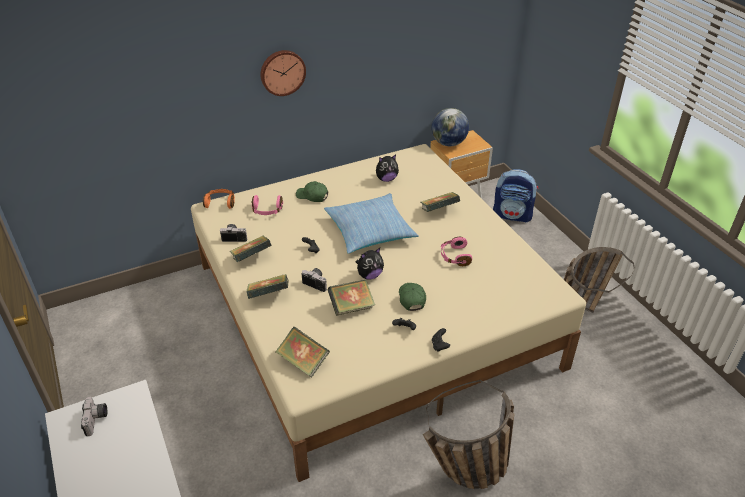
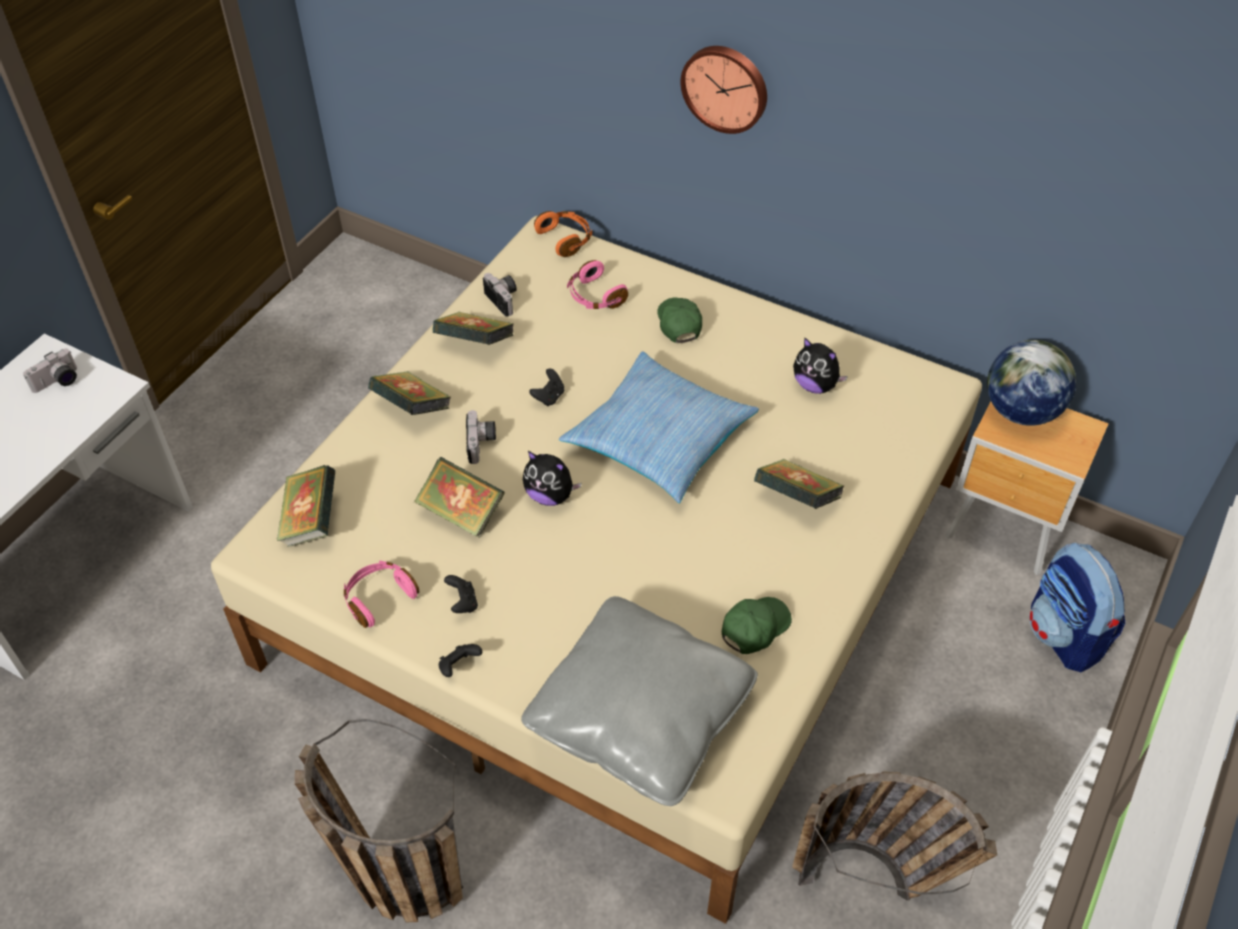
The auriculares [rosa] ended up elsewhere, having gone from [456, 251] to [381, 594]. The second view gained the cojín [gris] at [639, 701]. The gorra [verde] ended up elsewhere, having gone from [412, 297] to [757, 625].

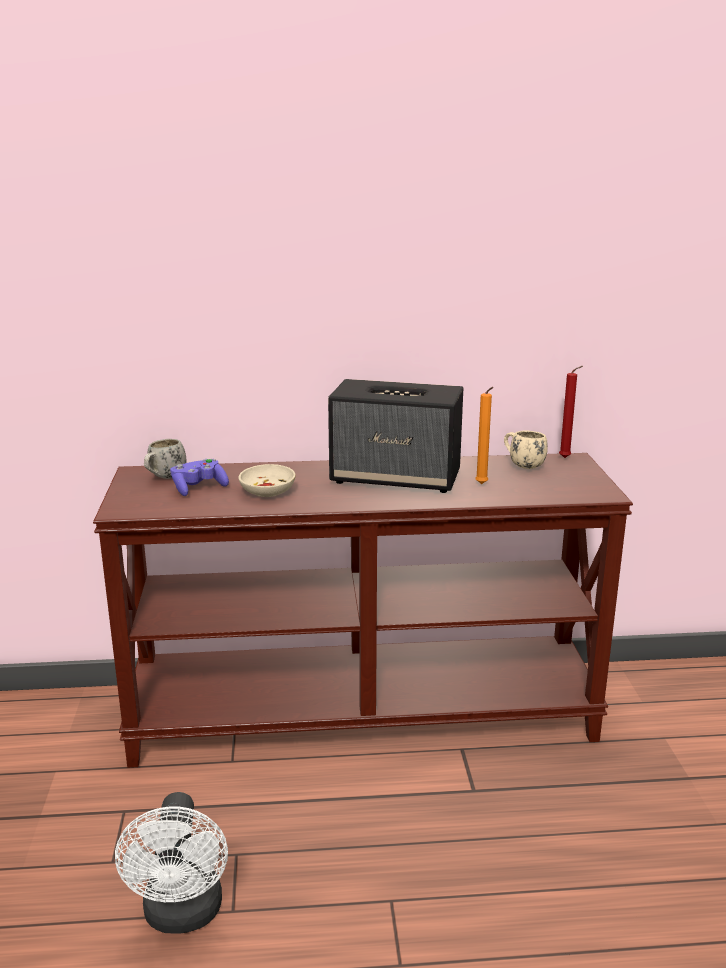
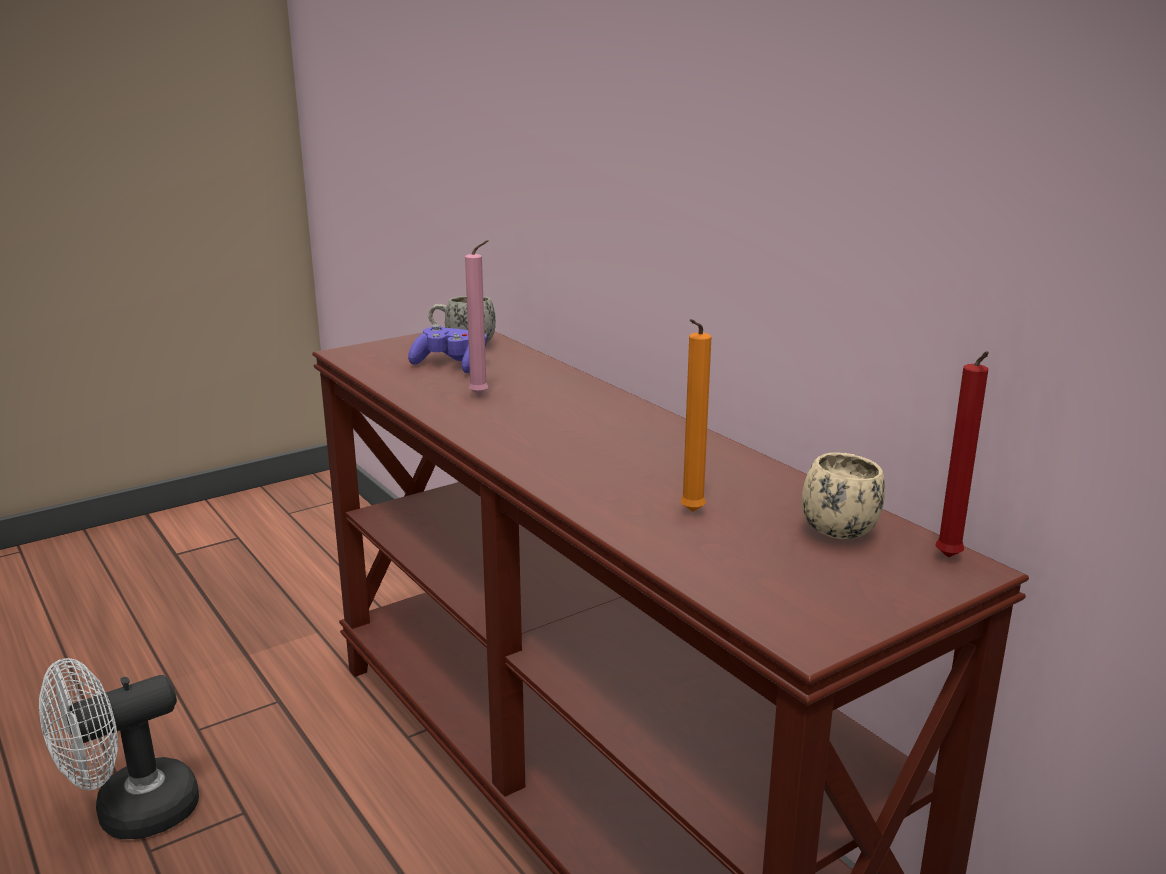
Where the cuenco [beis] stood at [267, 480], the vela [rosa] came to stand at [477, 317]. The second view lost the altavoz at [395, 436].

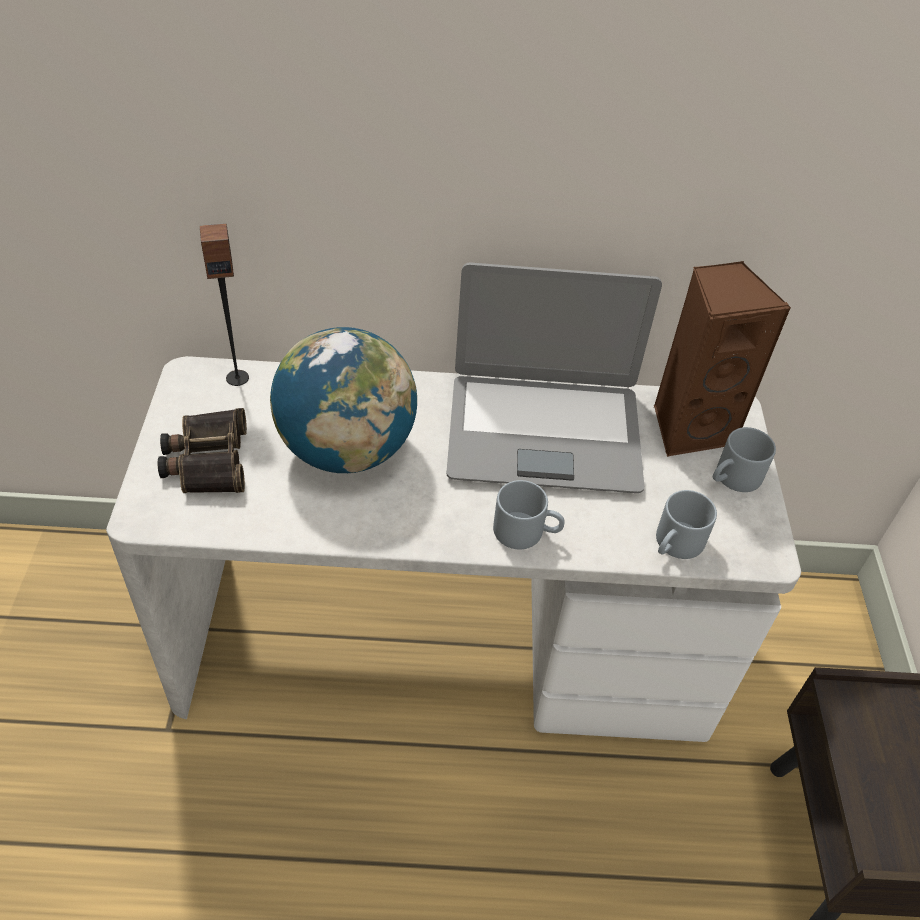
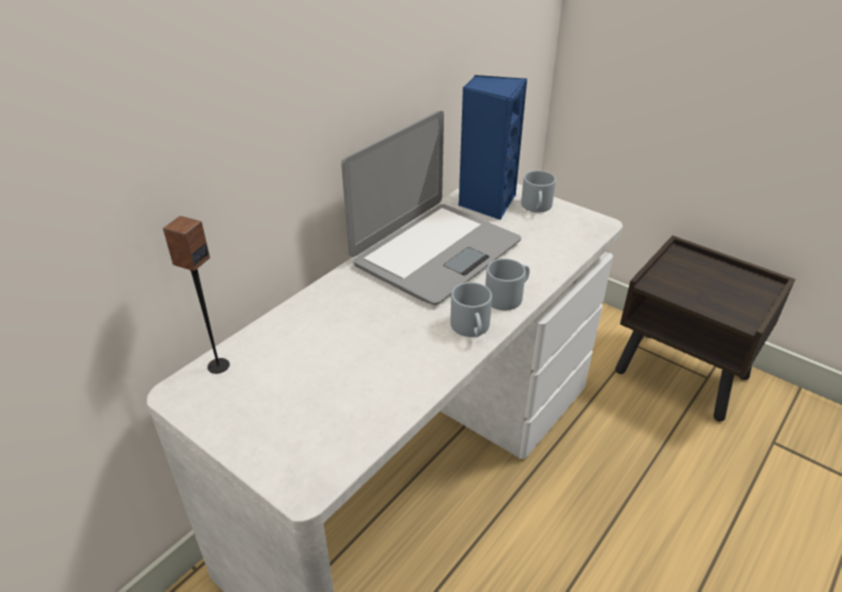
The taza grande [gris] ended up elsewhere, having gone from [686, 524] to [471, 309]. What was the altavoz [marrón] at [722, 359] turned into the altavoz [azul] at [492, 147]. The second view lost the prismáticos at [202, 450]. The second view lost the globo terráqueo at [343, 400].

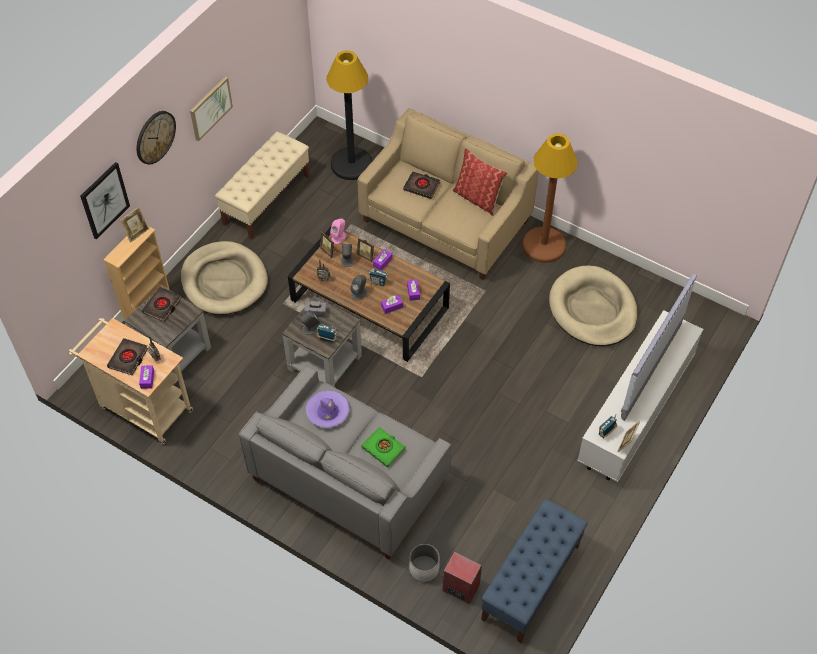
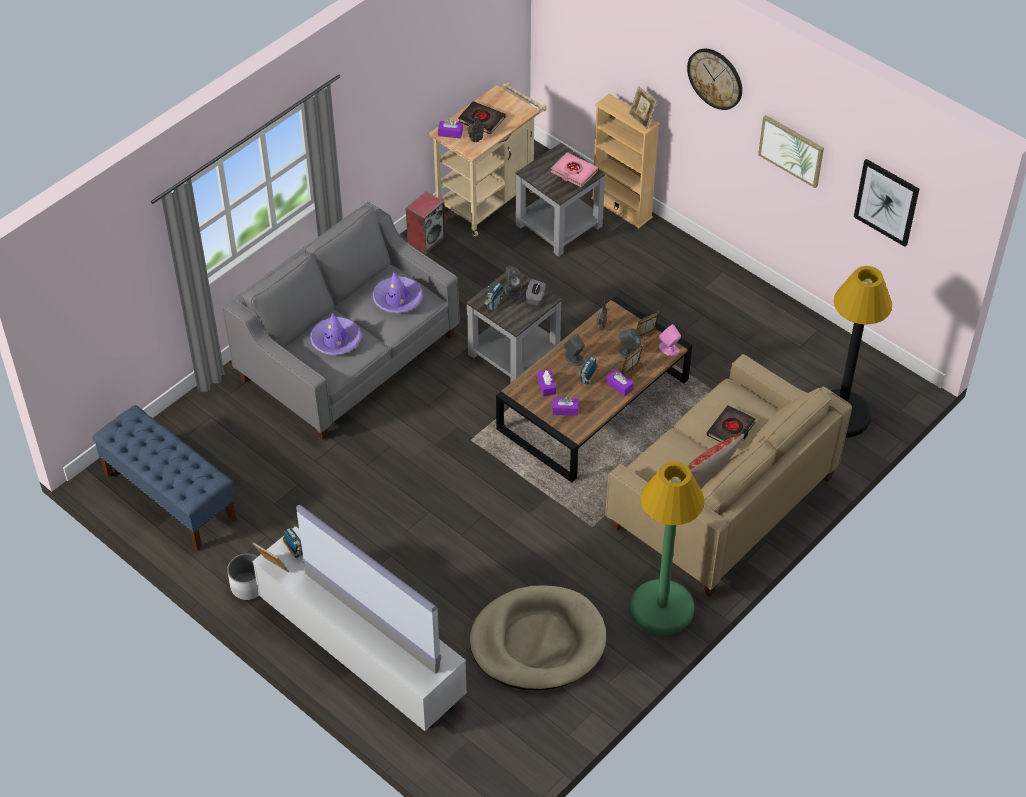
The maceta [blanco] ended up elsewhere, having gone from [424, 563] to [243, 577]. Where the libro [verde] stood at [383, 447], the sombrero [morado] came to stand at [336, 334]. The altavoz ended up elsewhere, having gone from [462, 578] to [426, 222]. What was the libro [negro] at [162, 304] turned into the libro [rosa] at [574, 169]. What was the lámpara de pie [marrón] at [550, 198] turned into the lámpara de pie [verde] at [667, 548]. The cuadro ended up elsewhere, having gone from [105, 201] to [886, 203]. The second view lost the cama para perro [beis] at [224, 278]. The second view lost the banco [beis] at [262, 185].

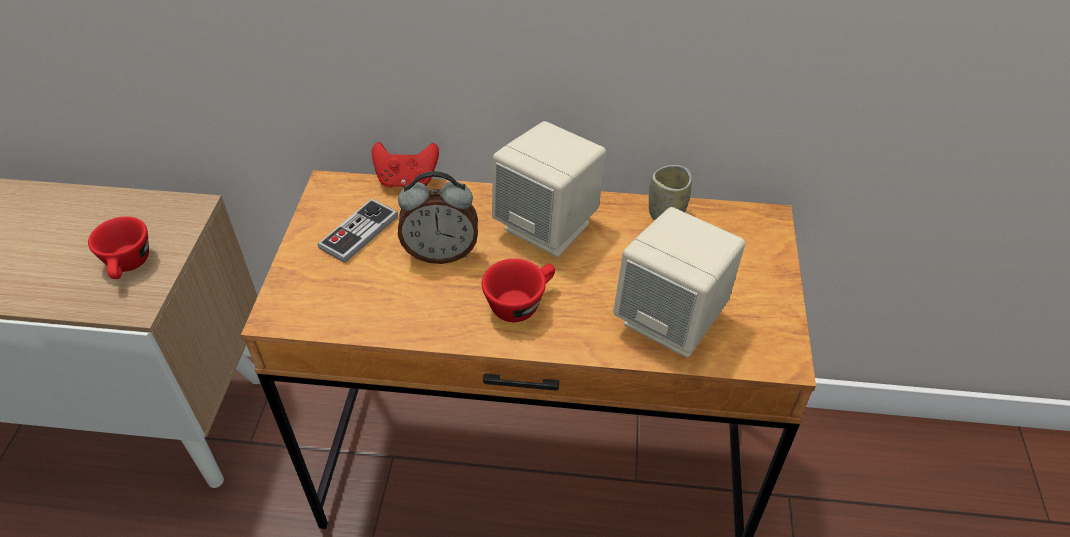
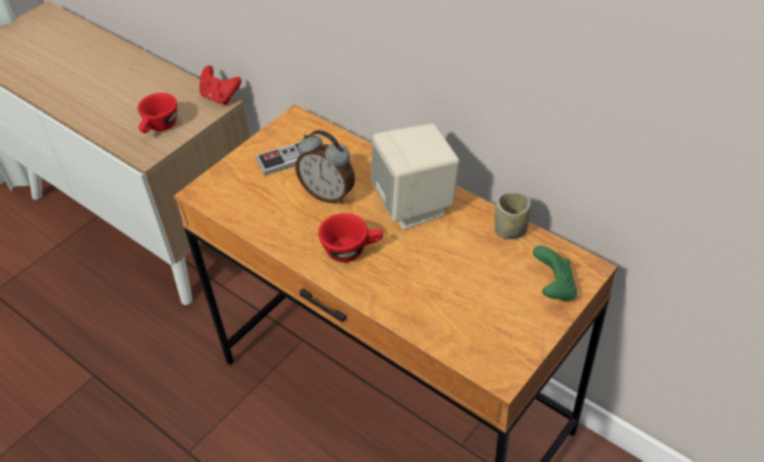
The mando de consola [rojo] ended up elsewhere, having gone from [405, 165] to [220, 85]. The second view gained the mando de consola [verde] at [555, 274]. The second view lost the altavoz [beis] at [679, 282].

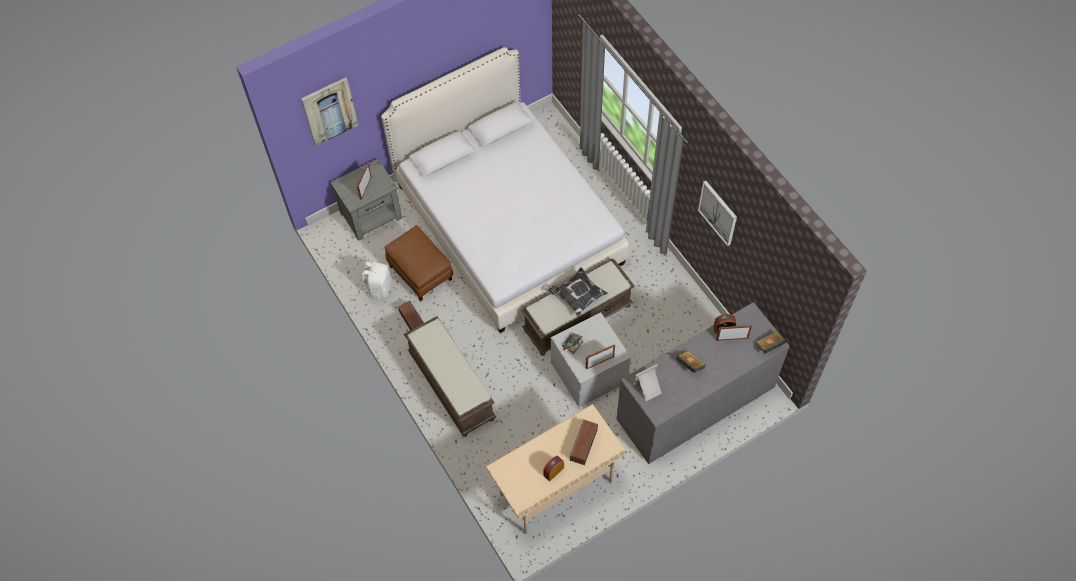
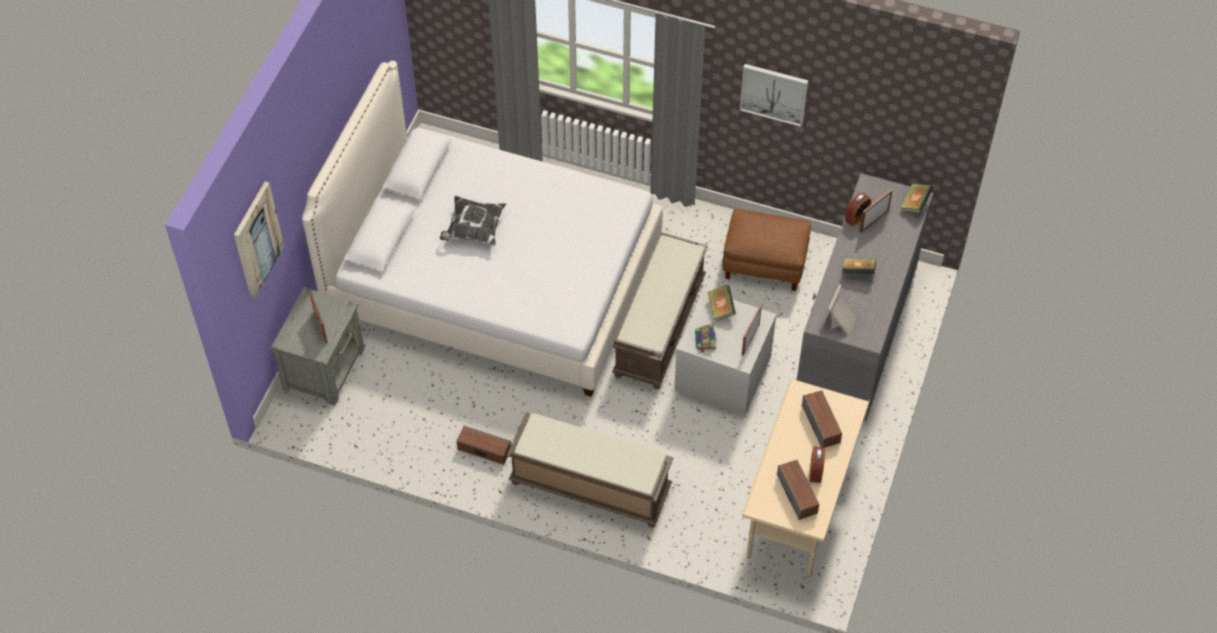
The cojín ended up elsewhere, having gone from [578, 292] to [473, 220]. The second view gained the libro at [722, 303]. The puf [marrón] ended up elsewhere, having gone from [418, 263] to [766, 249]. The second view gained the altavoz at [798, 490]. The second view lost the mochila [blanco] at [376, 281].

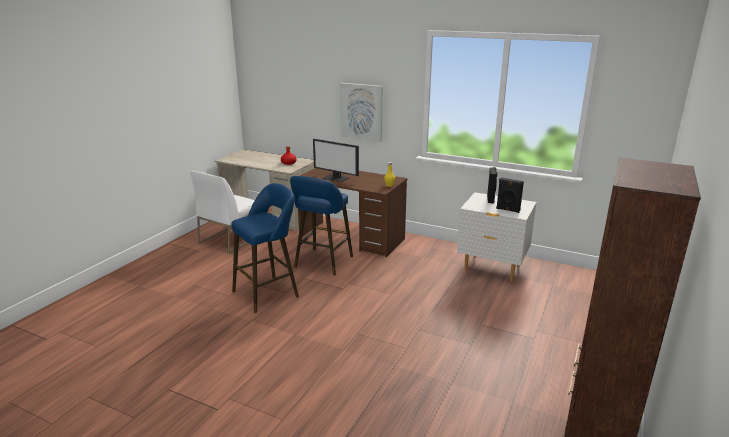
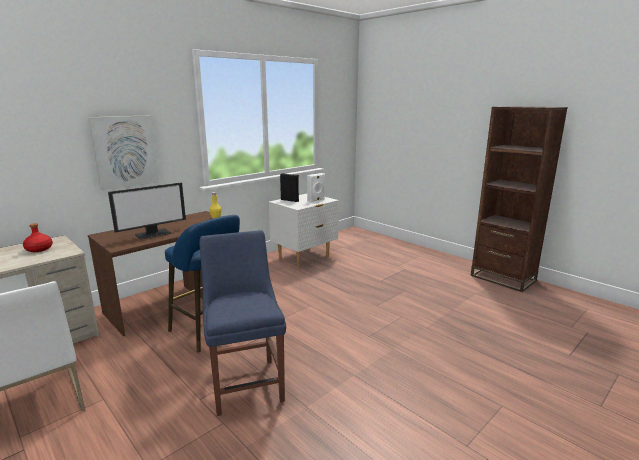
Where the taburete [azul] stood at [265, 248], the silla [azul] came to stand at [242, 323]. What was the altavoz [negro] at [510, 195] turned into the altavoz [blanco] at [316, 187].

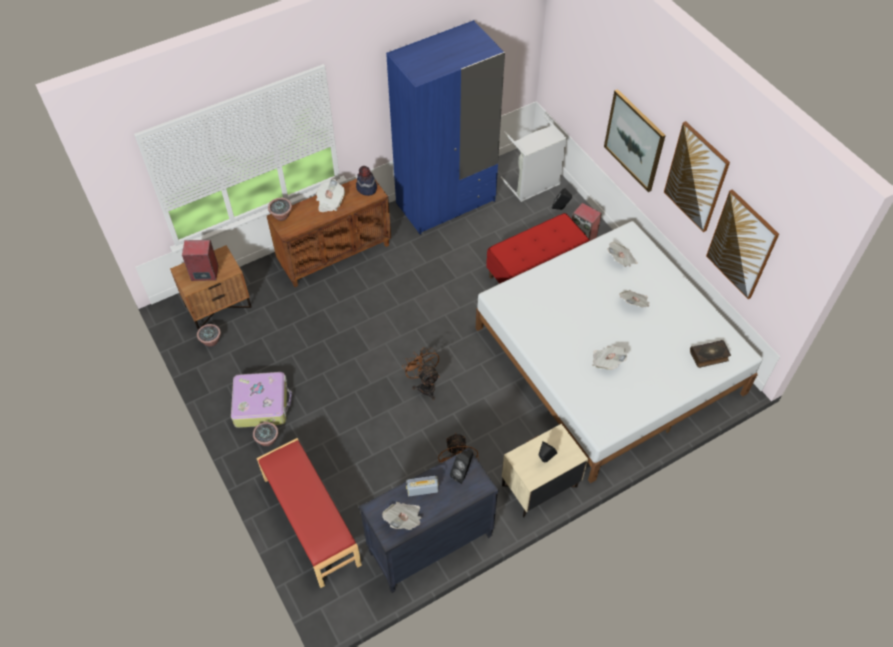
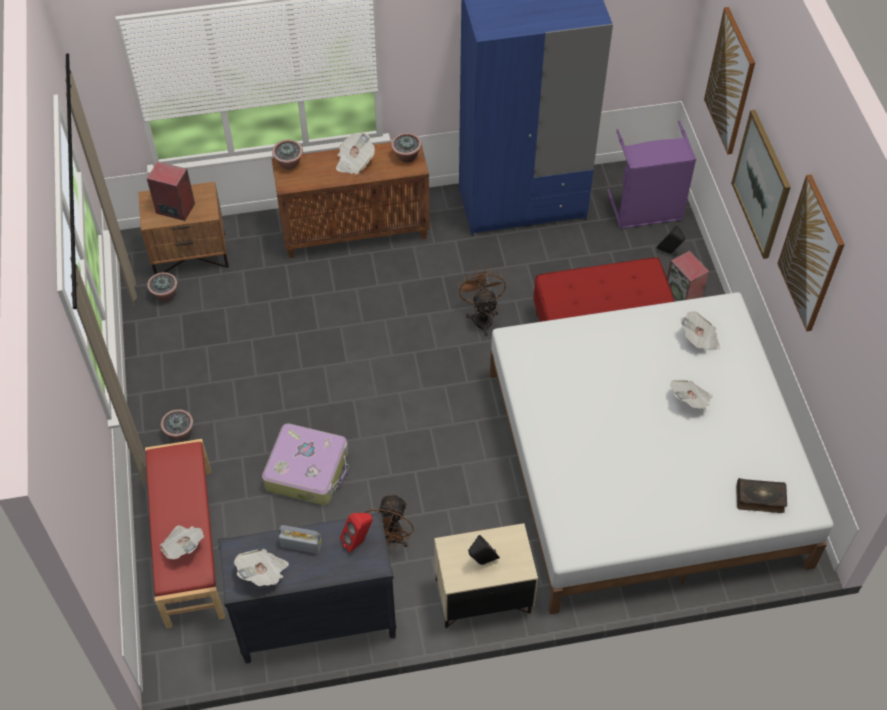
The periódico ended up elsewhere, having gone from [609, 358] to [181, 542]. The maleta ended up elsewhere, having gone from [261, 400] to [305, 464]. What was the altavoz [negro] at [461, 467] turned into the altavoz [rojo] at [356, 533]. Where the sombrero stood at [366, 181], the planta en maceta came to stand at [406, 148]. The ventilador [marrón] ended up elsewhere, having gone from [421, 373] to [482, 301]. What was the cesto de la ropa [gris] at [534, 158] turned into the cesto de la ropa [morado] at [651, 175]. The cuadro ended up elsewhere, having gone from [742, 244] to [729, 81].

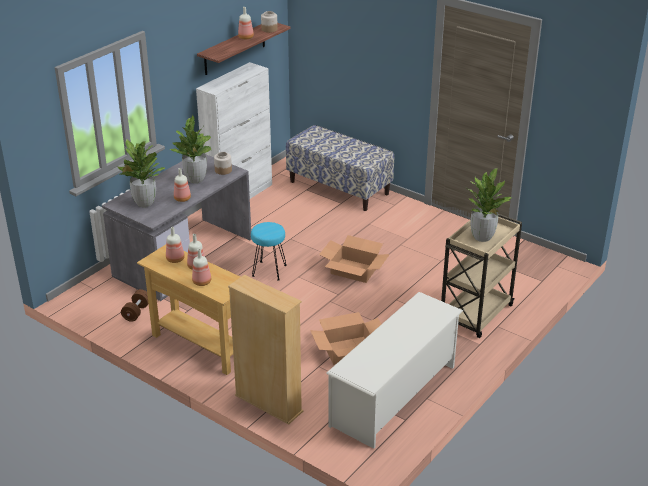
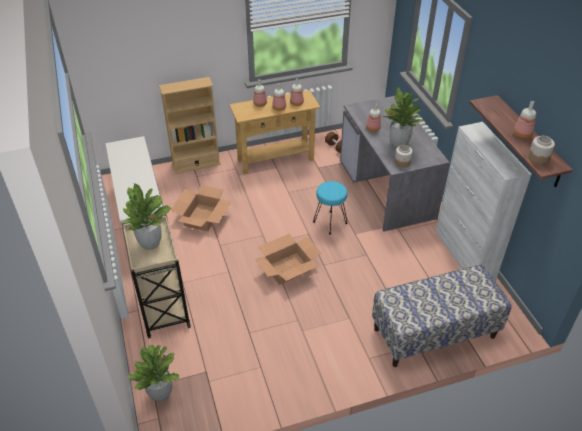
The planta en maceta ended up elsewhere, having gone from [141, 172] to [153, 373].

